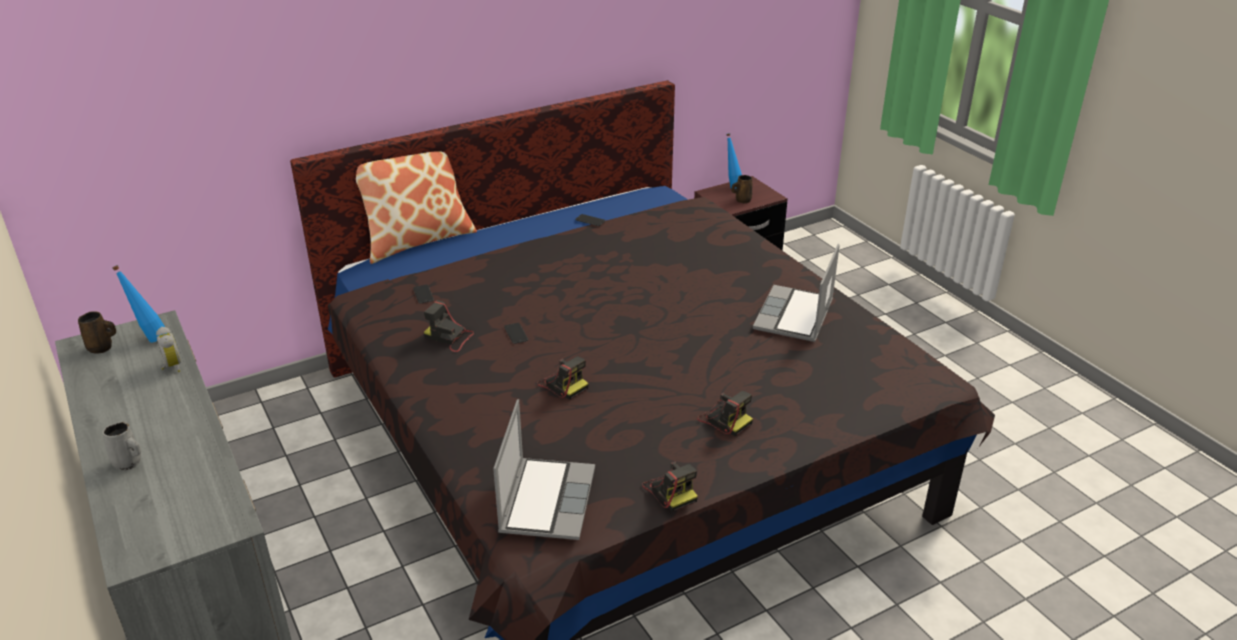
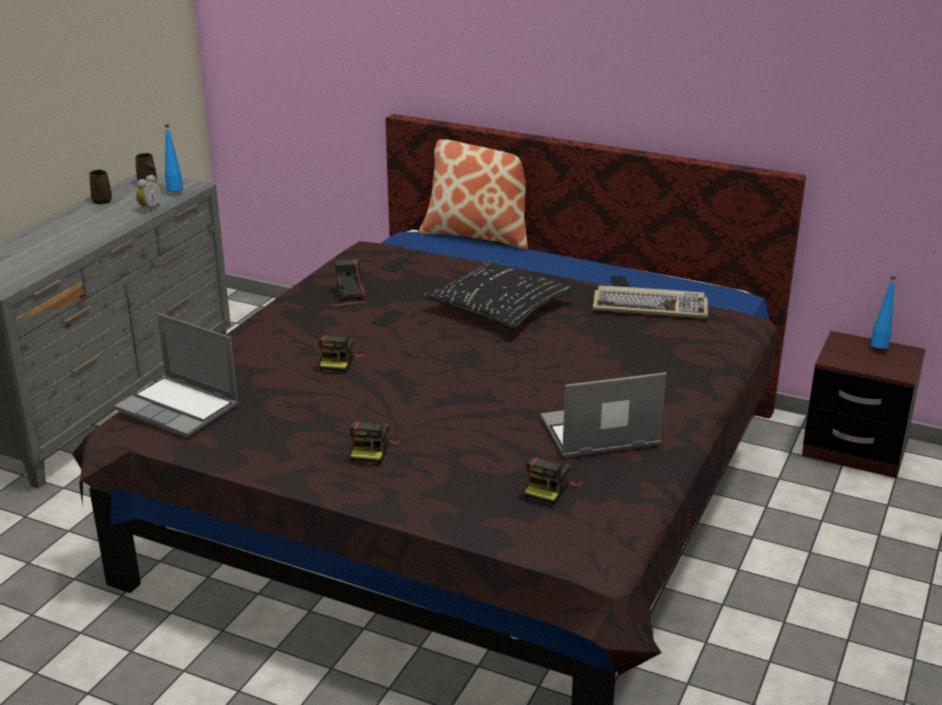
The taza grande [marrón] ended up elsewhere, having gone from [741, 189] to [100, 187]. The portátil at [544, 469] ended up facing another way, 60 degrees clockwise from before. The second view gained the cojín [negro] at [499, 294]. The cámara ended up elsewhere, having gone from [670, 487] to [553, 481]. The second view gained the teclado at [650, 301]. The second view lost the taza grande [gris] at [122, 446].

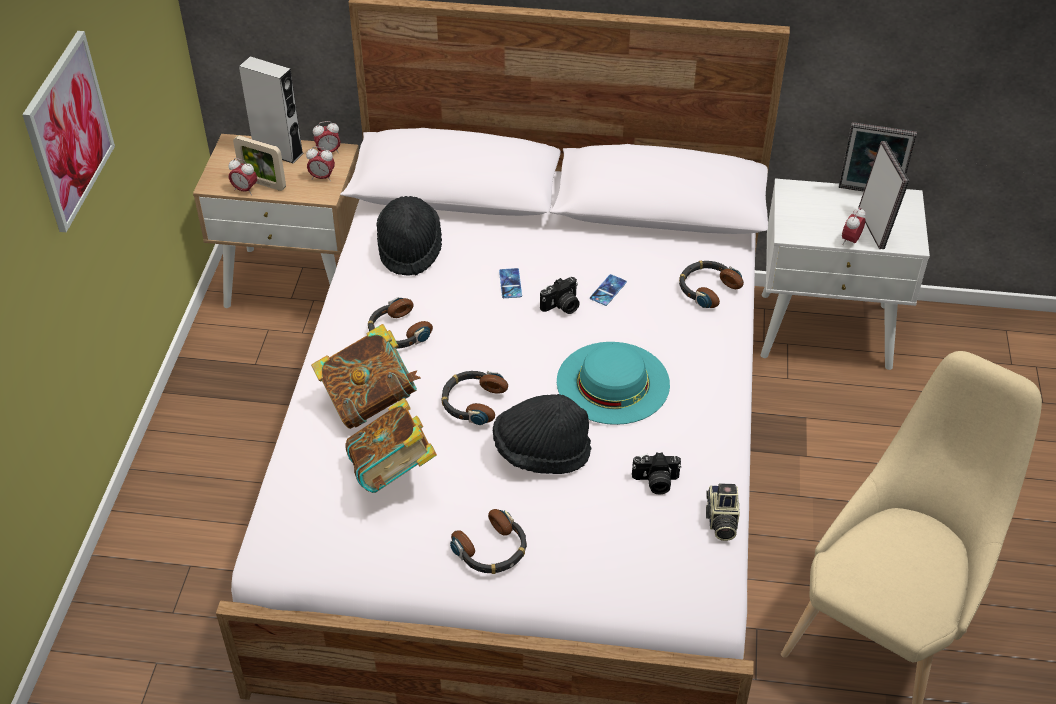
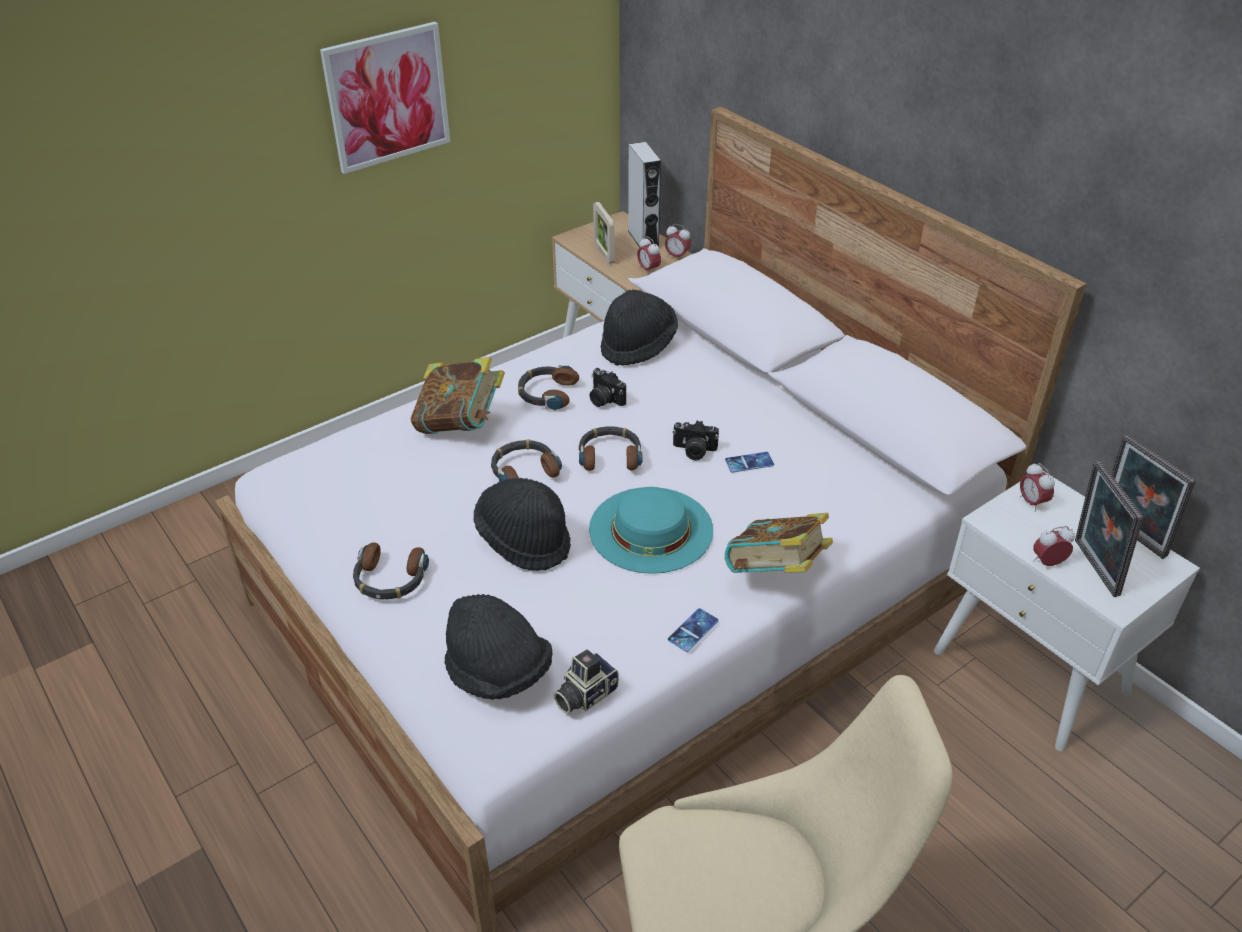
The second view gained the sombrero [negro] at [498, 647]. The auriculares ended up elsewhere, having gone from [711, 284] to [610, 448]. The cámara ended up elsewhere, having gone from [656, 473] to [608, 387]. The móvil ended up elsewhere, having gone from [510, 283] to [693, 630]. The libro ended up elsewhere, having gone from [391, 445] to [779, 543]. The despertador ended up elsewhere, having gone from [243, 176] to [1037, 487]. The portarretratos at [883, 195] ended up facing another way, 135 degrees clockwise from before.

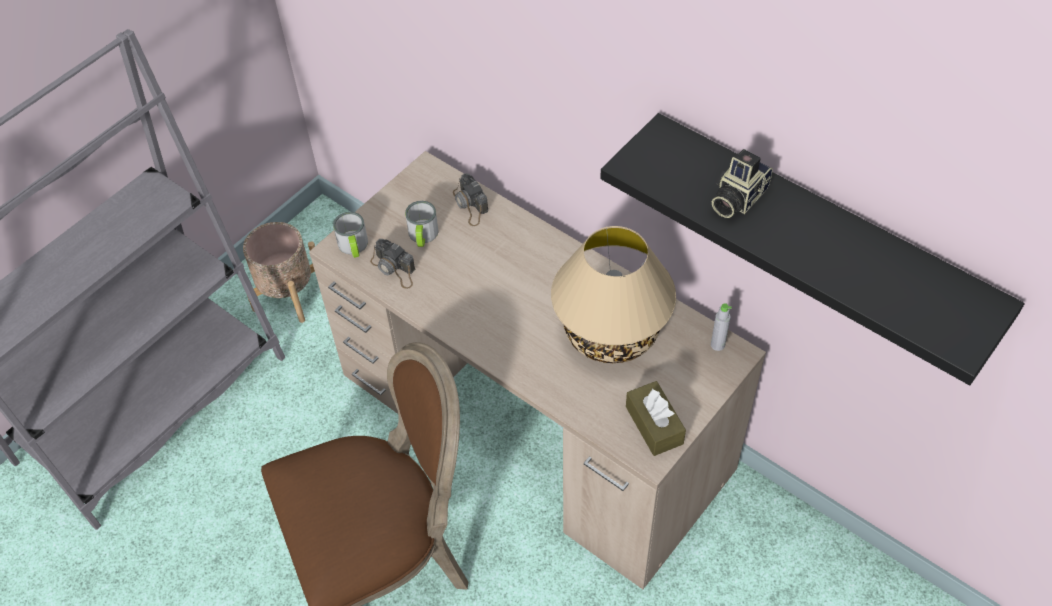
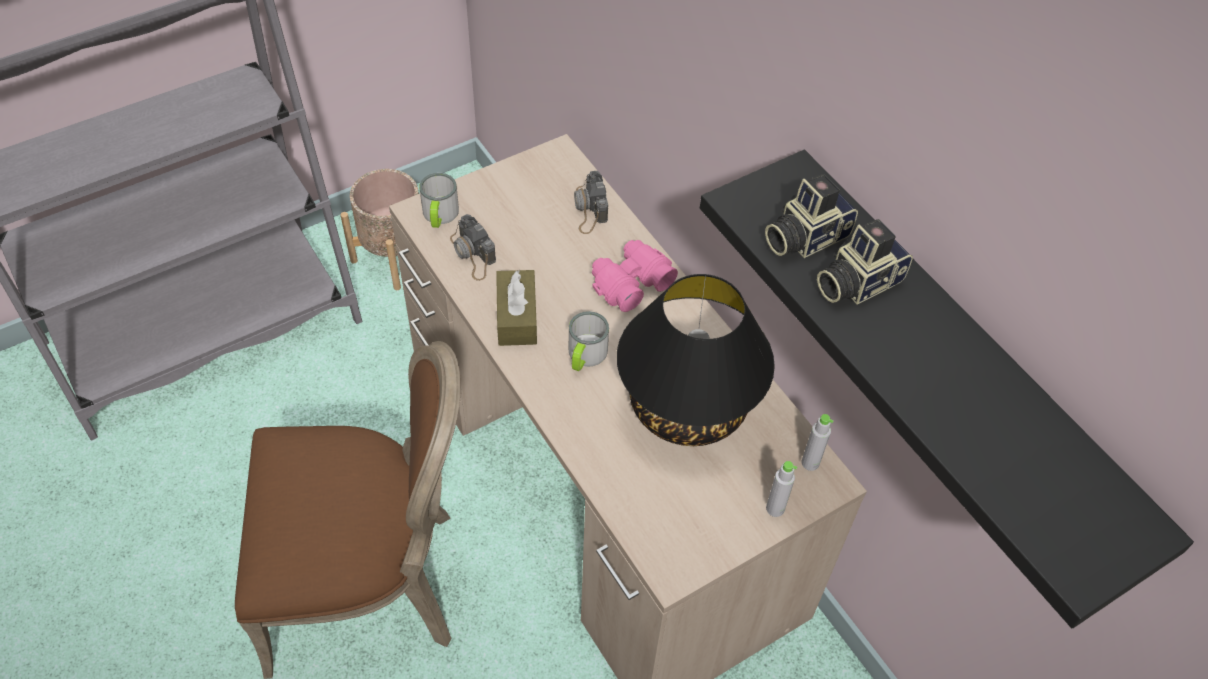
The caja de pañuelos [marrón] ended up elsewhere, having gone from [656, 418] to [516, 308]. The taza grande ended up elsewhere, having gone from [422, 224] to [589, 341]. The second view gained the prismáticos [rosa] at [635, 276]. What was the lámpara de mesa [beis] at [613, 294] turned into the lámpara de mesa [negro] at [696, 360]. The second view gained the cámara at [811, 216]. The second view gained the botella [gris] at [781, 489].

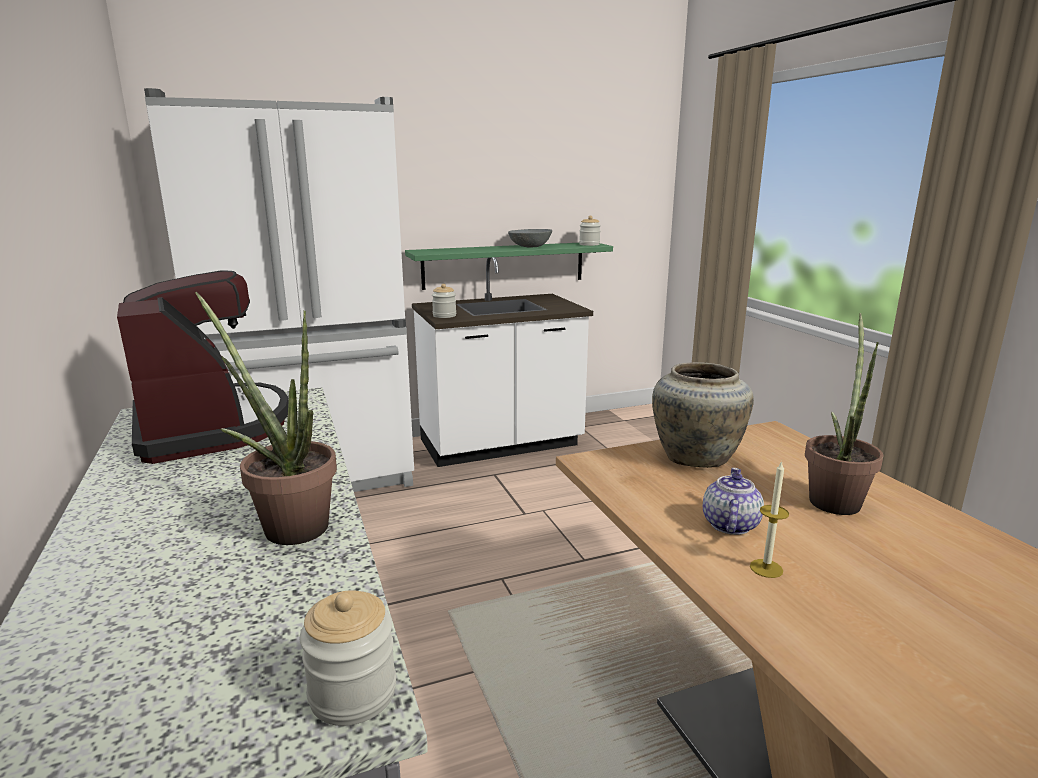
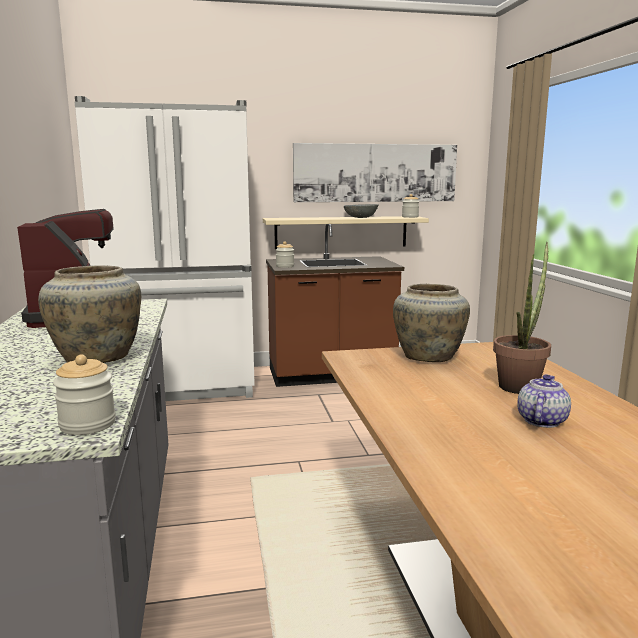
Where the planta en maceta stood at [266, 418], the florero [beis] came to stand at [89, 314]. What was the estante [verde] at [509, 266] turned into the estante [beis] at [346, 232]. What was the mueble bajo de cocina [blanco] at [502, 362] turned into the mueble bajo de cocina [marrón] at [335, 305]. The second view gained the cuadro at [375, 172]. The tetera ended up elsewhere, having gone from [733, 501] to [544, 401]. The second view lost the vela at [769, 519].

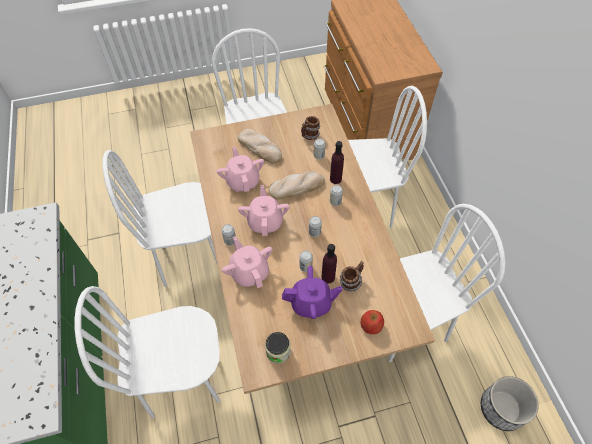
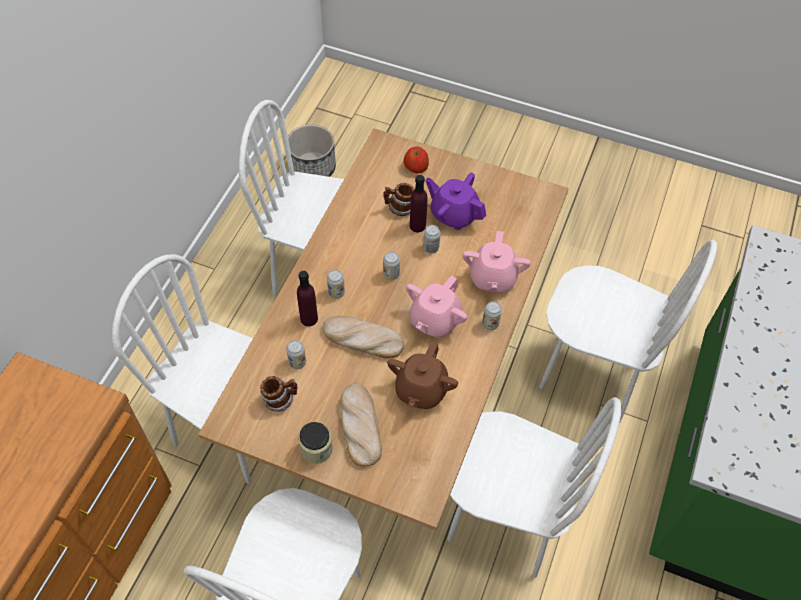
The tarro ended up elsewhere, having gone from [278, 348] to [316, 443]. What was the tetera [rosa] at [240, 169] turned into the tetera [marrón] at [422, 375].

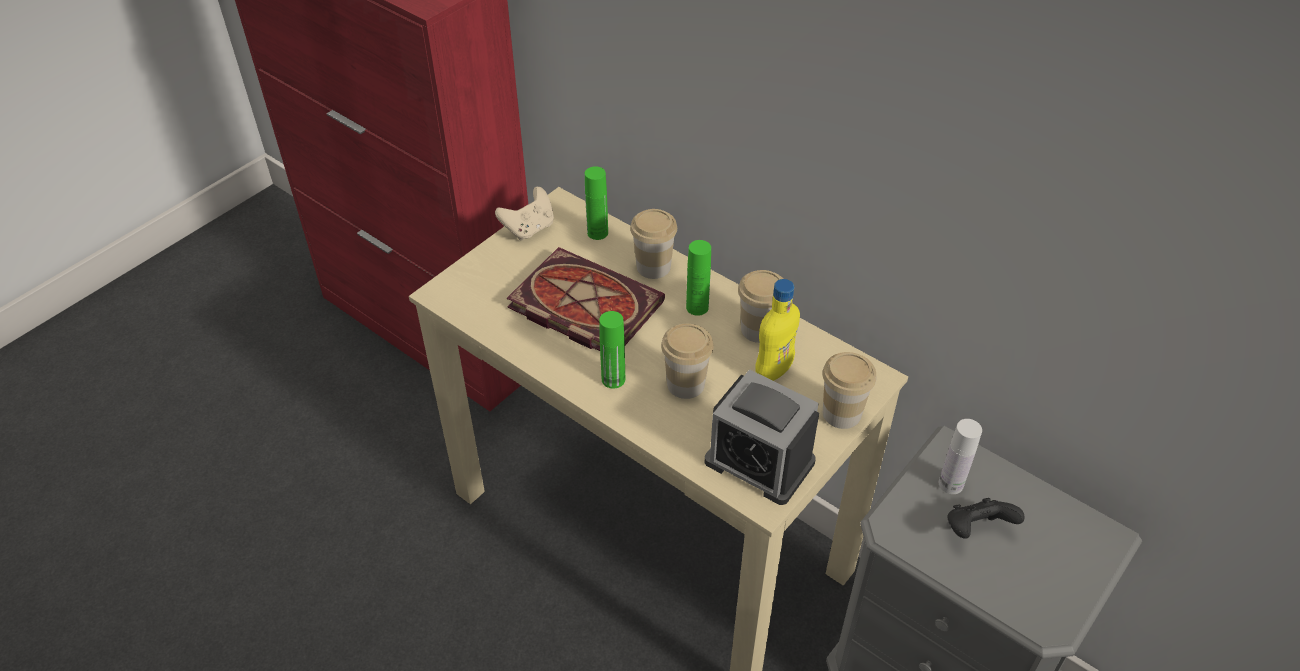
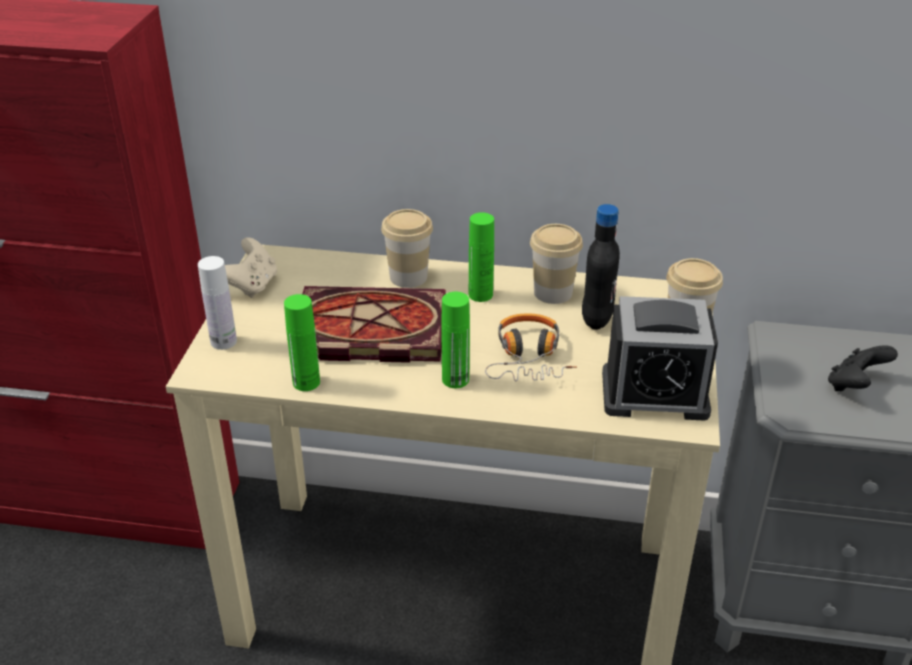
The botella [blanco] ended up elsewhere, having gone from [960, 456] to [217, 303]. The botella [verde] ended up elsewhere, having gone from [596, 203] to [302, 342]. Where the taza stood at [687, 361], the auriculares came to stand at [531, 347]. What was the botella [amarillo] at [777, 330] turned into the botella [negro] at [601, 267].

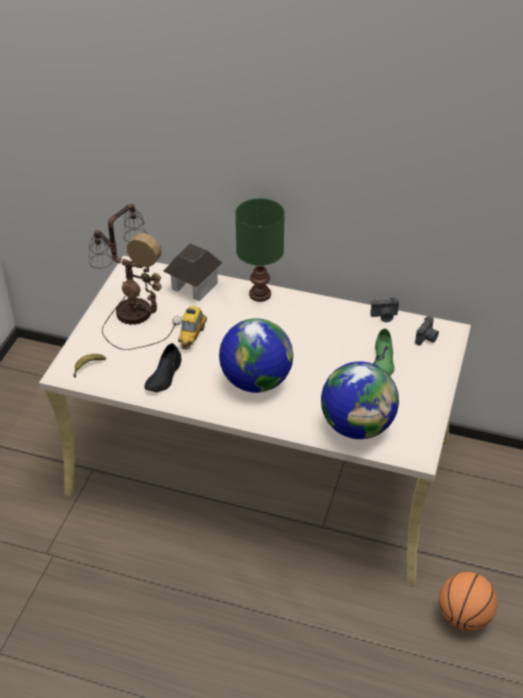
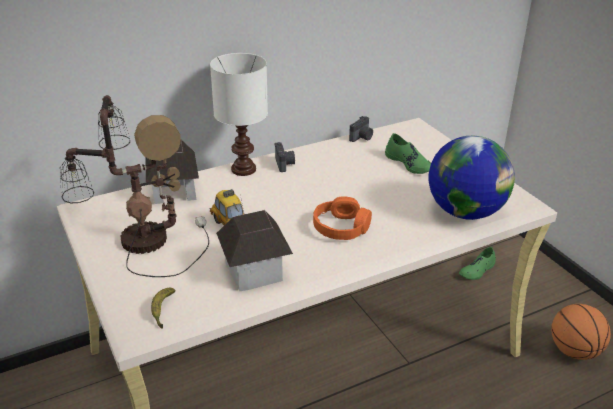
What was the lámpara de mesa [verde] at [260, 250] turned into the lámpara de mesa [blanco] at [239, 114]. Where the zapato [negro] stood at [162, 367], the casita came to stand at [254, 250]. The cámara ended up elsewhere, having gone from [427, 331] to [285, 157]. Where the globo terráqueo stood at [256, 355], the auriculares [naranja] came to stand at [342, 218]. The second view gained the zapato [verde] at [477, 263].

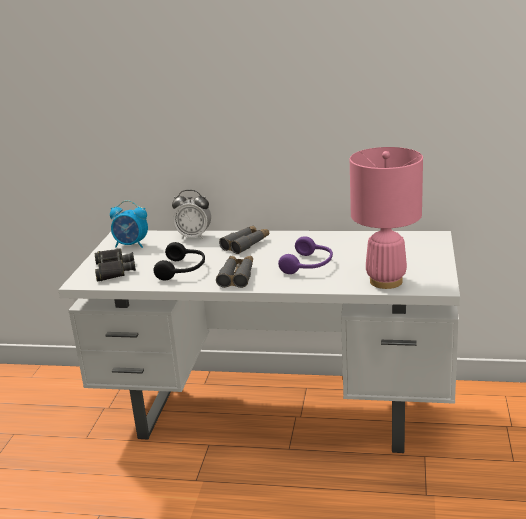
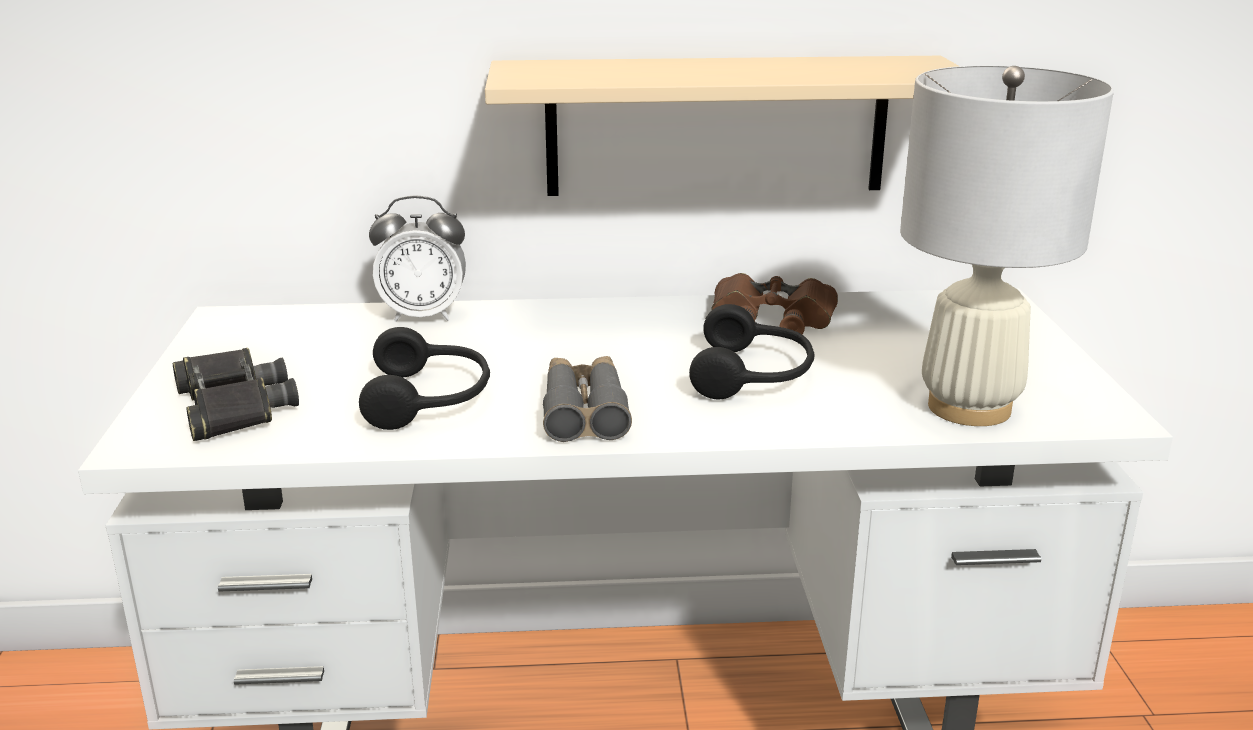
The second view gained the estante [beis] at [722, 126]. What was the auriculares [morado] at [305, 255] turned into the auriculares [negro] at [752, 351]. The second view gained the prismáticos [marrón] at [774, 303]. What was the lámpara de mesa [rosa] at [386, 218] turned into the lámpara de mesa [blanco] at [1007, 245]. The second view lost the despertador at [129, 224]. The second view lost the prismáticos [gris] at [244, 240].

